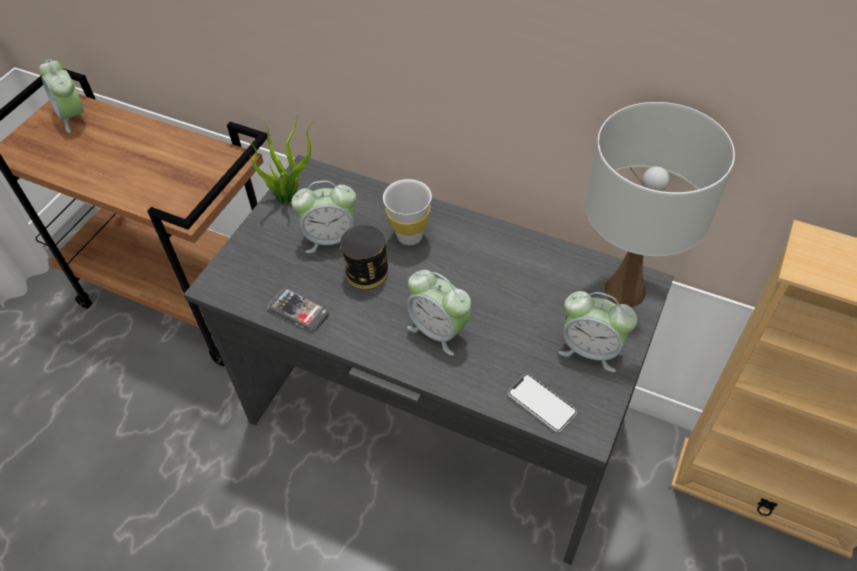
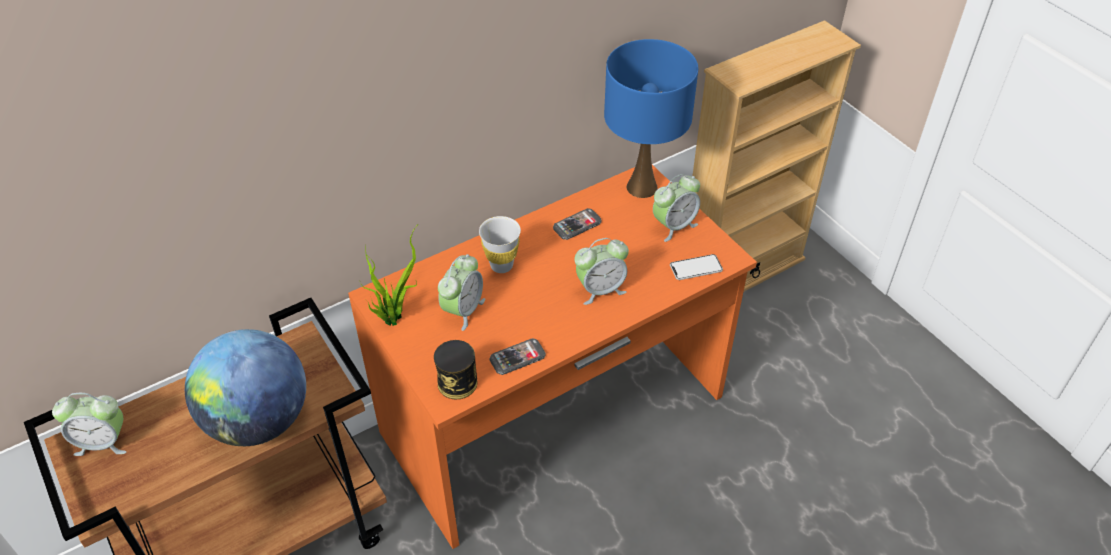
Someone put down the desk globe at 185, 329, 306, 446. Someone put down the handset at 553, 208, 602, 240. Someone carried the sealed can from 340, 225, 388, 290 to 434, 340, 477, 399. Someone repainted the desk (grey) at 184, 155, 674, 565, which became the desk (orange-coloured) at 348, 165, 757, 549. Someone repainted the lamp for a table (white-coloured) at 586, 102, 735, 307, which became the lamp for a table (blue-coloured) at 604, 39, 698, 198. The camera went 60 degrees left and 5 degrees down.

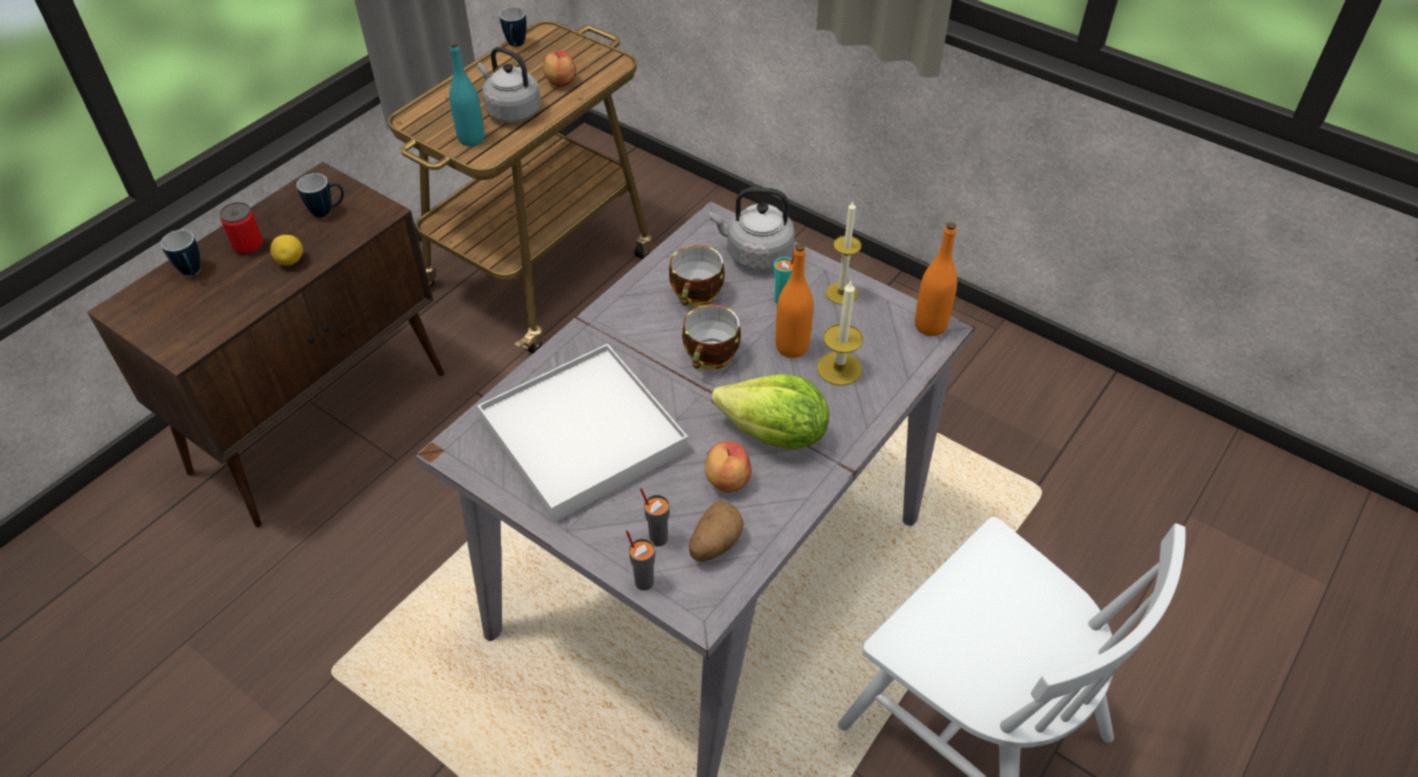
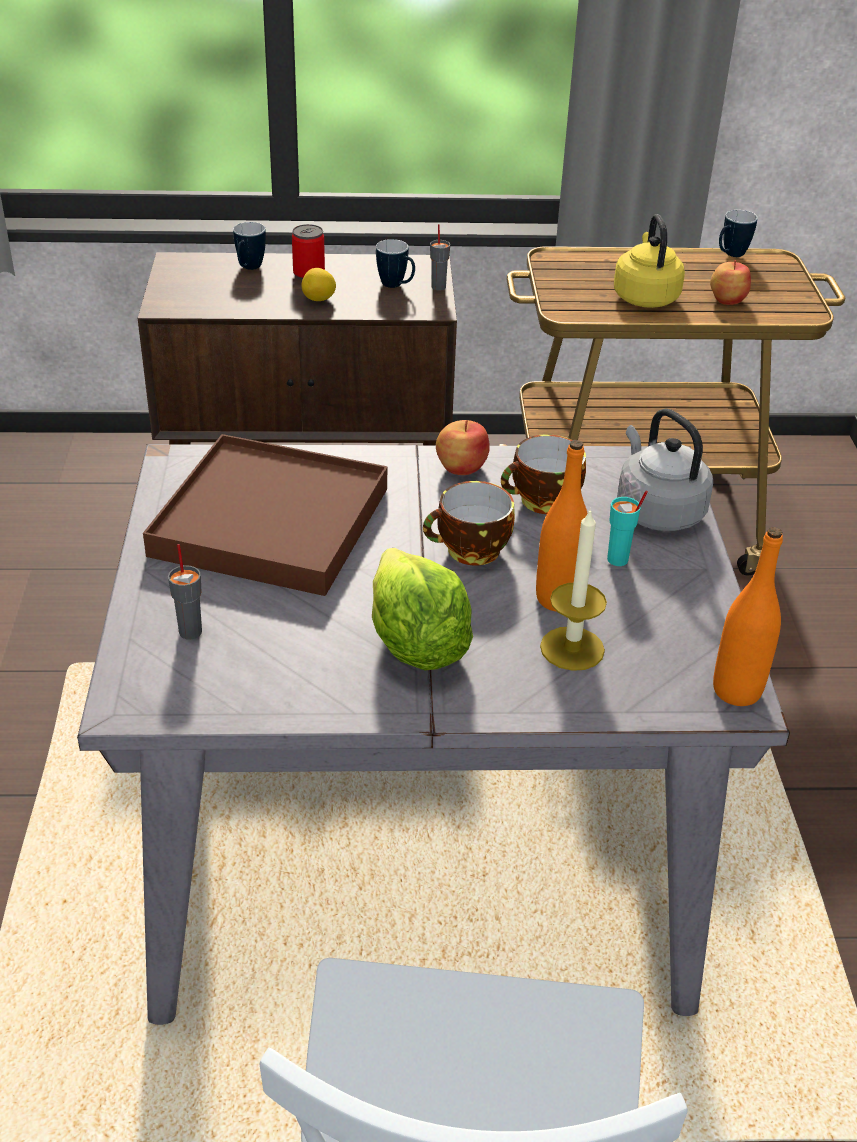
Someone took away the bottle (turquoise-coloured) at 449, 42, 484, 146. Someone took away the spud at 689, 501, 744, 562. Someone took away the candle at 826, 201, 862, 305. Someone carried the cup (grey) from 626, 530, 655, 591 to 430, 224, 450, 291. Someone carried the apple fruit from 705, 441, 752, 492 to 436, 420, 490, 475. Someone repainted the water kettle (grey) at 477, 47, 541, 123, which became the water kettle (yellowish) at 614, 214, 685, 308. Someone repainted the carrying tray (white-coloured) at 477, 344, 688, 522, which became the carrying tray (brownish) at 143, 434, 387, 596. The camera went 50 degrees right and 10 degrees down.

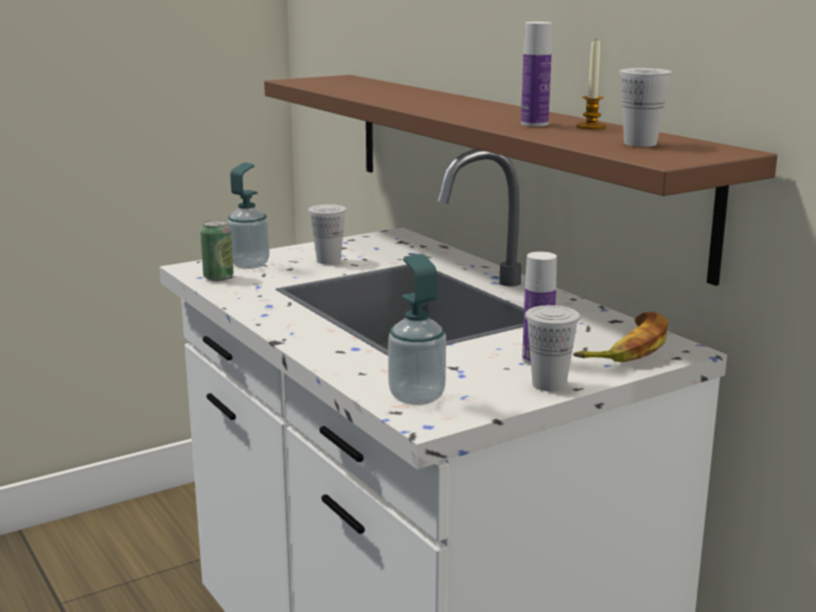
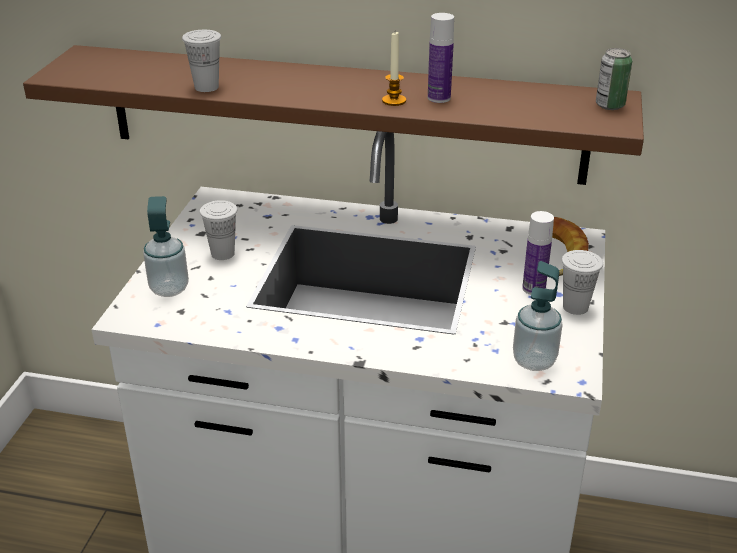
Someone carried the sealed can from 200, 220, 234, 281 to 596, 48, 632, 110. Someone carried the candle from 577, 41, 606, 130 to 382, 32, 406, 106. Someone carried the cup (white-coloured) from 619, 68, 672, 147 to 182, 30, 221, 92. The camera went 45 degrees left and 15 degrees up.

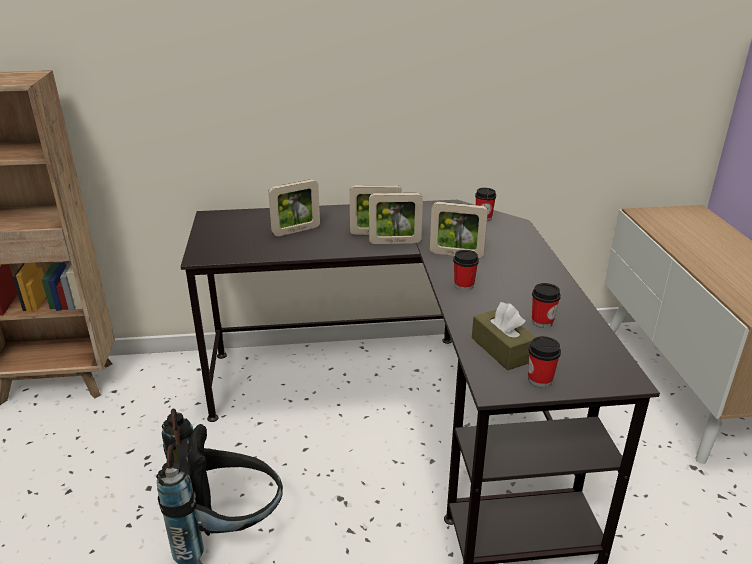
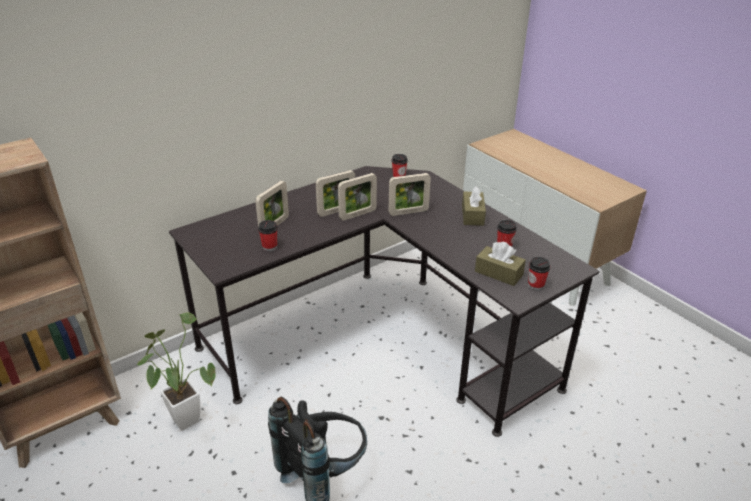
Someone put down the potted plant at 137, 312, 216, 431. Someone put down the tissue box (brownish) at 462, 186, 486, 226. Someone carried the cup from 453, 250, 479, 291 to 258, 220, 278, 251. The camera went 30 degrees left and 5 degrees up.

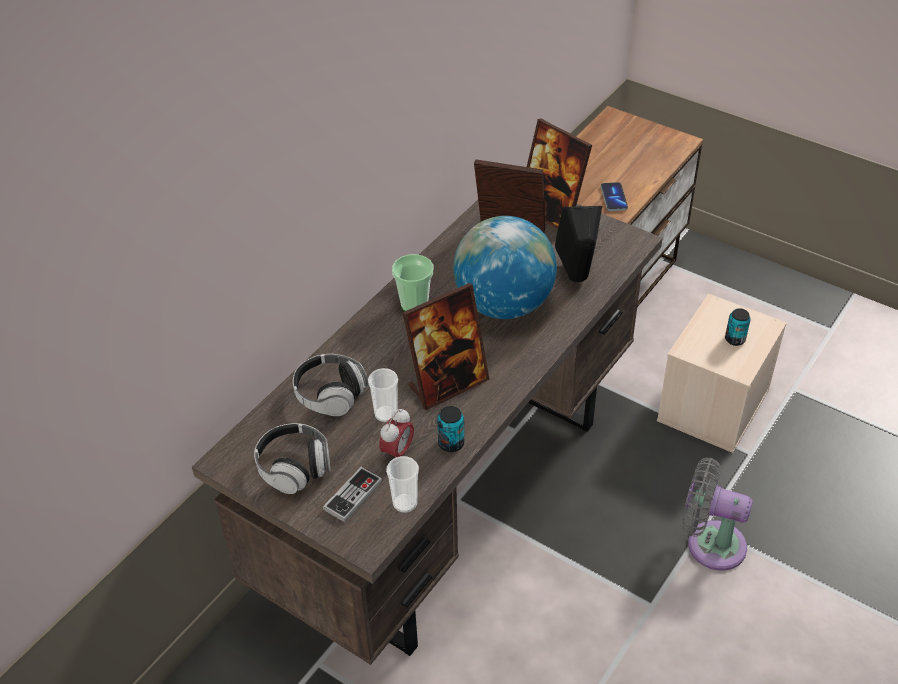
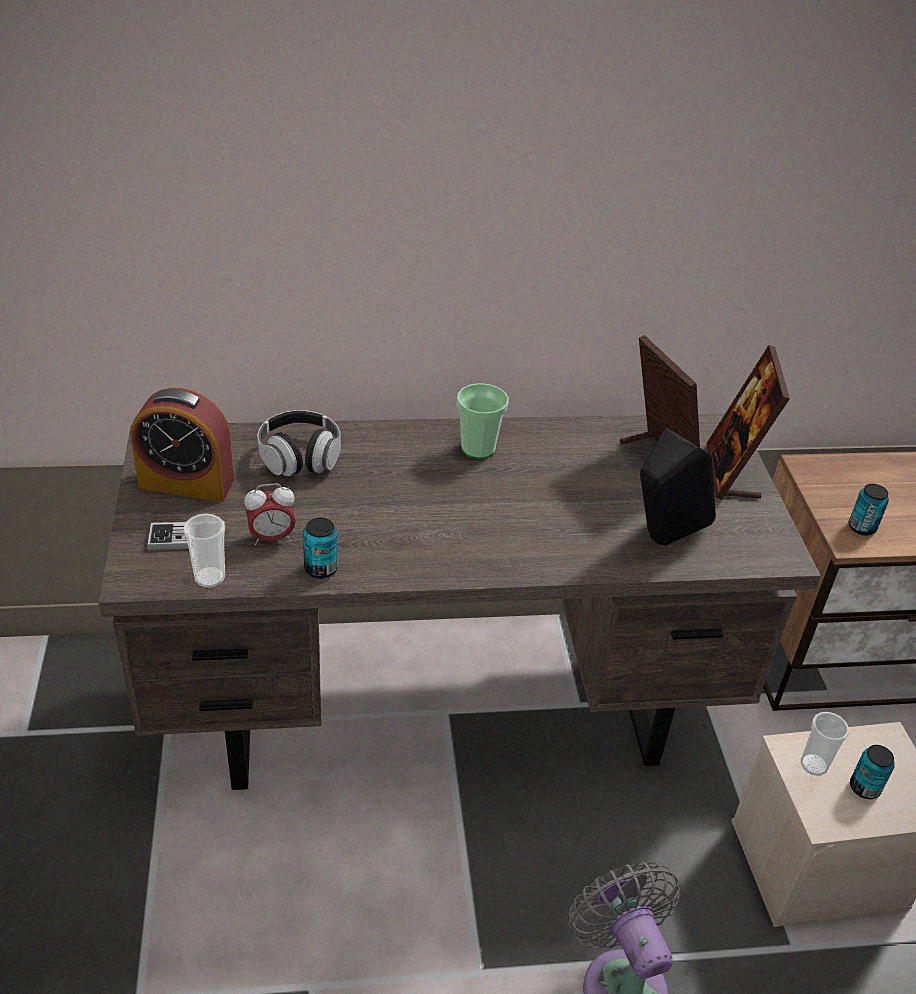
Someone took away the photo frame at 402, 283, 490, 410. Someone took away the desk globe at 453, 216, 557, 319. Someone carried the cup from 368, 368, 398, 422 to 801, 712, 849, 776. Someone swapped the headphones at 254, 423, 330, 494 for the bedside clock at 131, 387, 234, 502. Someone swapped the handset at 601, 182, 628, 211 for the sealed can at 849, 484, 889, 536. The camera went 45 degrees right and 5 degrees down.

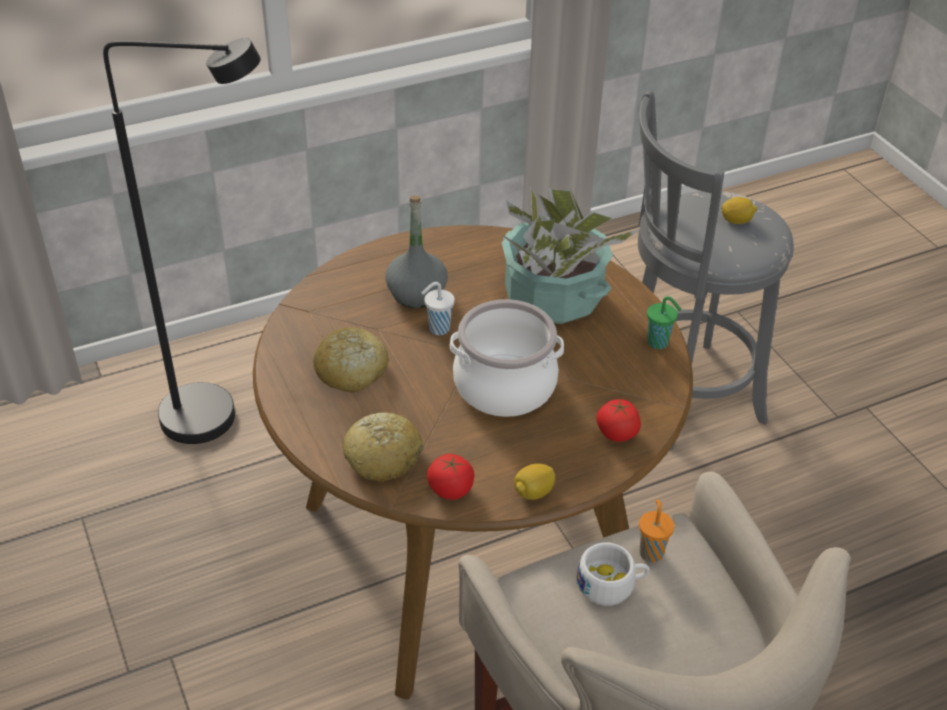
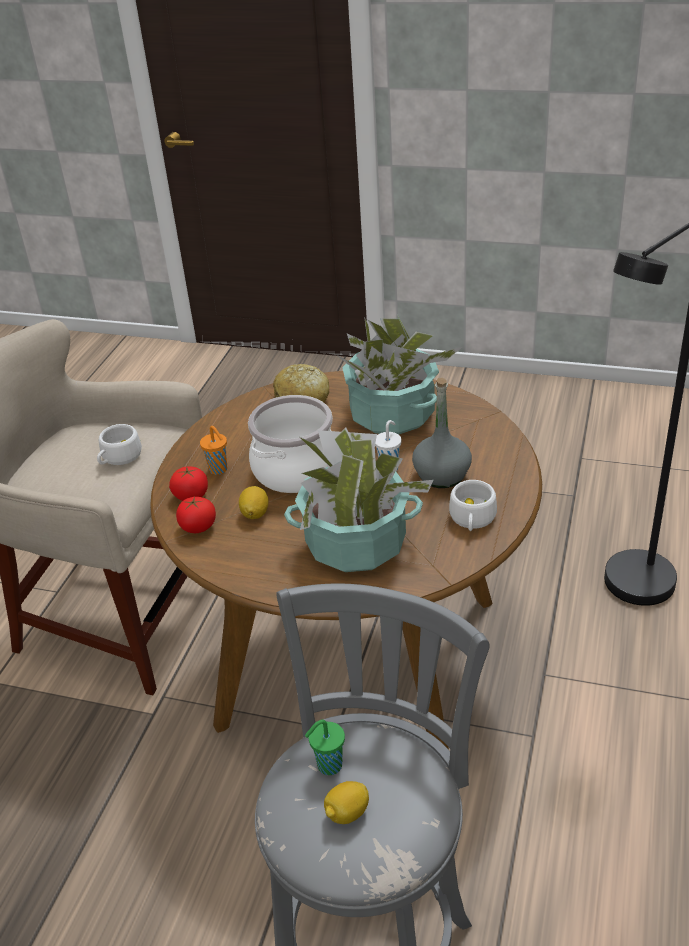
Someone put down the cup (white-coloured) at 449, 480, 497, 531. Someone carried the whole tomato from 427, 454, 475, 500 to 176, 497, 216, 533. Someone carried the whole lemon from 514, 463, 555, 500 to 239, 486, 268, 519. Someone carried the cup (orange-coloured) from 639, 500, 674, 562 to 200, 426, 227, 475. Someone carried the cup (green) from 647, 296, 682, 349 to 305, 720, 345, 775. Someone swapped the baked bread at 313, 327, 389, 392 for the potted plant at 338, 315, 462, 435. The camera went 135 degrees right and 5 degrees down.

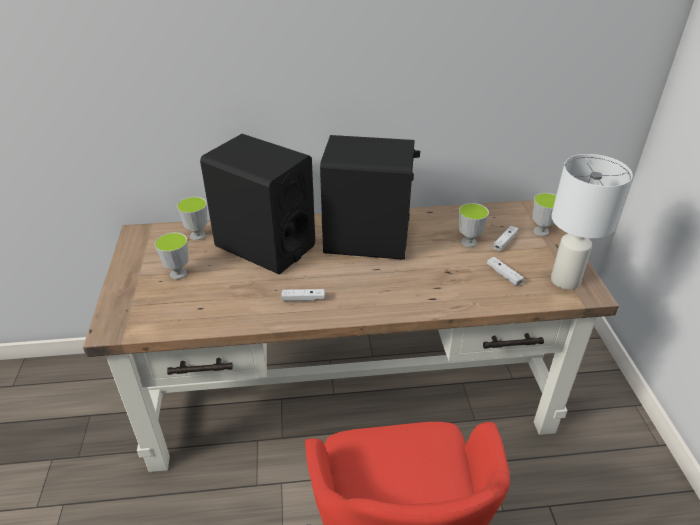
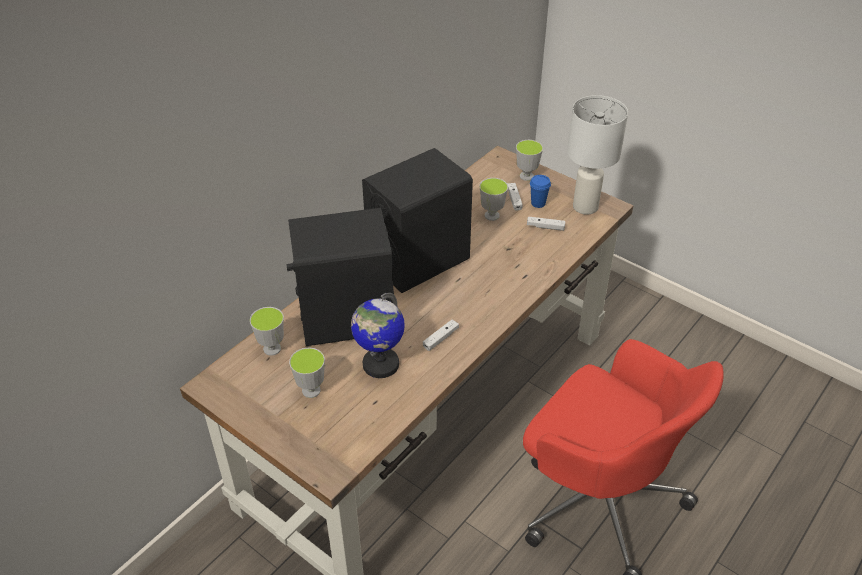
Someone put down the desk globe at 351, 293, 405, 378. Someone put down the cup (blue-coloured) at 530, 175, 551, 208. The camera went 45 degrees left and 5 degrees up.

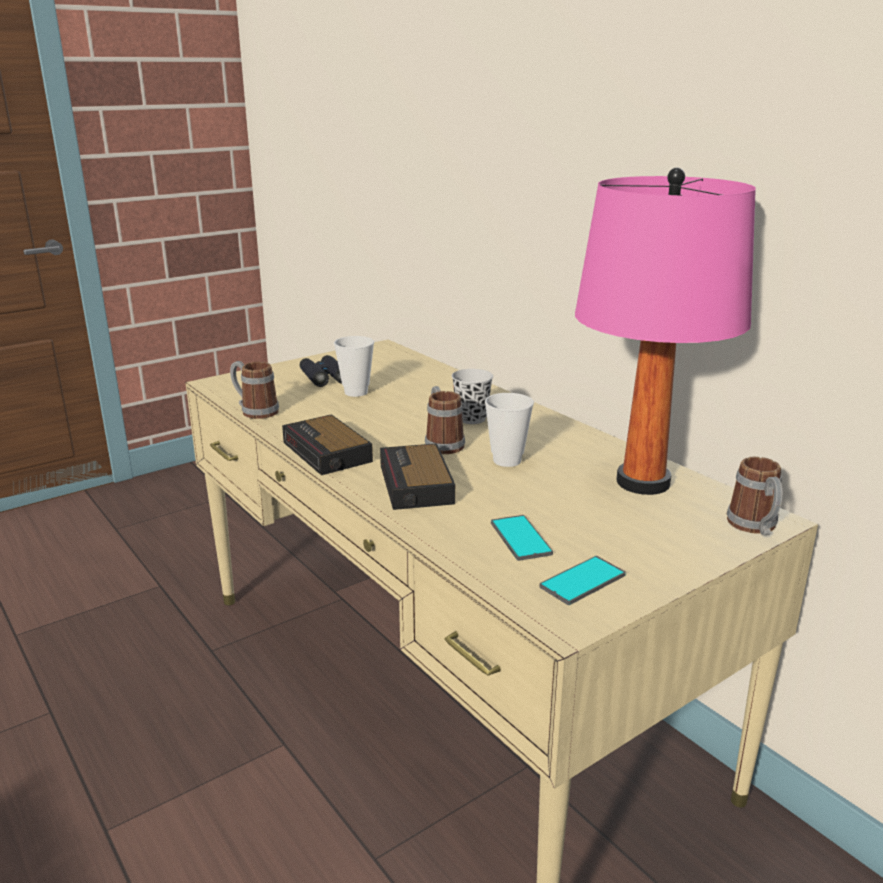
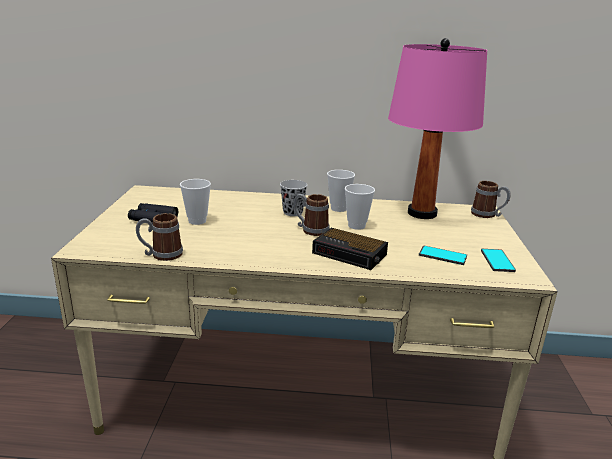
Someone took away the bedside clock at 282, 414, 373, 475. Someone put down the cup at 327, 170, 355, 212. The camera went 50 degrees left and 0 degrees up.

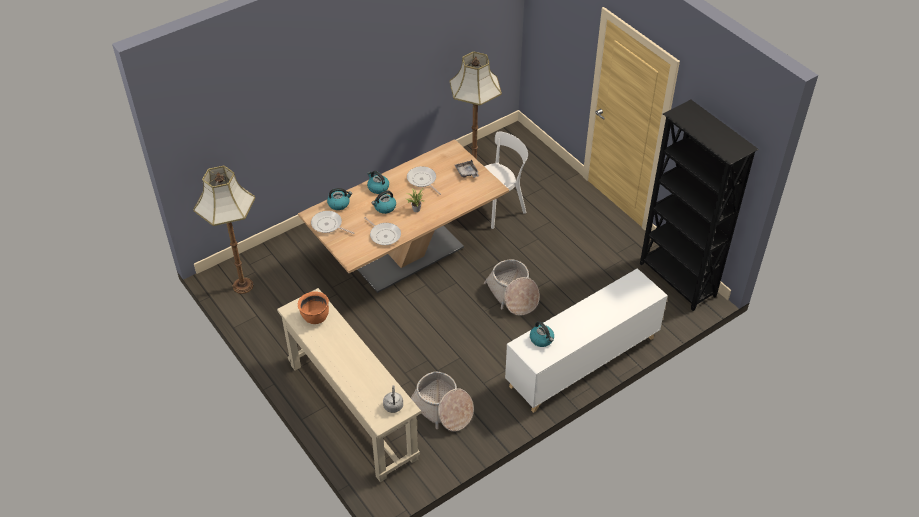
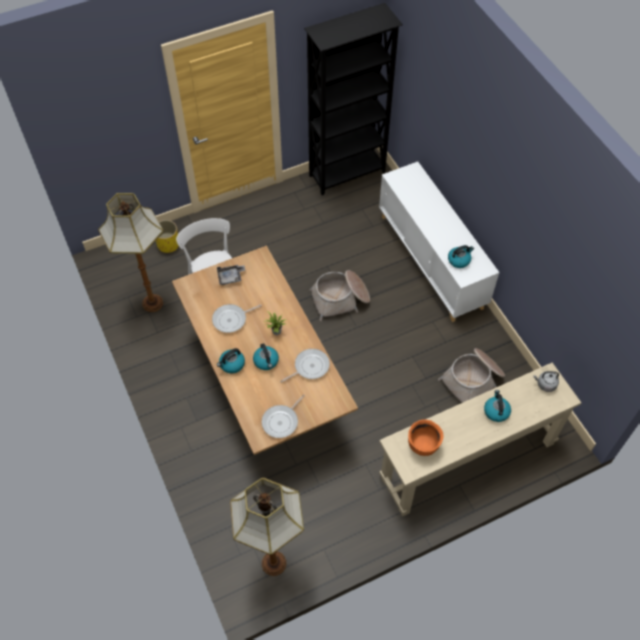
Someone put down the flower pot (yellowish) at 156, 220, 179, 253. Someone carried the water kettle from 327, 188, 352, 210 to 484, 390, 511, 422. The camera went 80 degrees left and 10 degrees up.

